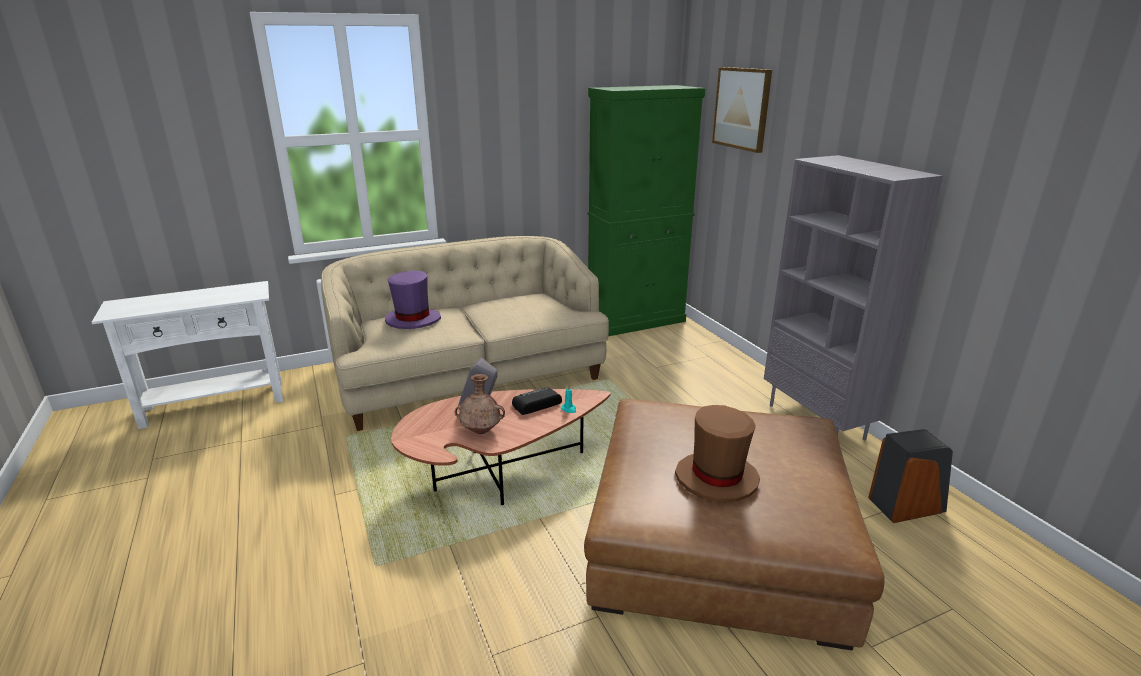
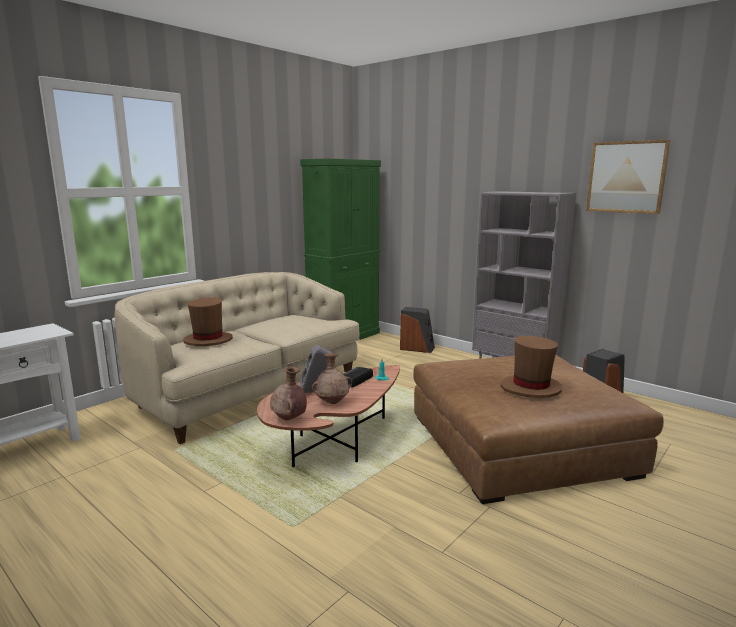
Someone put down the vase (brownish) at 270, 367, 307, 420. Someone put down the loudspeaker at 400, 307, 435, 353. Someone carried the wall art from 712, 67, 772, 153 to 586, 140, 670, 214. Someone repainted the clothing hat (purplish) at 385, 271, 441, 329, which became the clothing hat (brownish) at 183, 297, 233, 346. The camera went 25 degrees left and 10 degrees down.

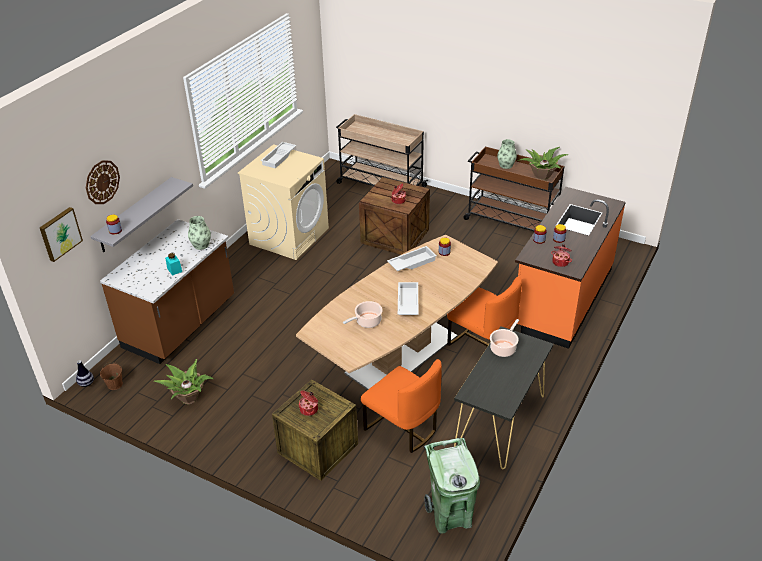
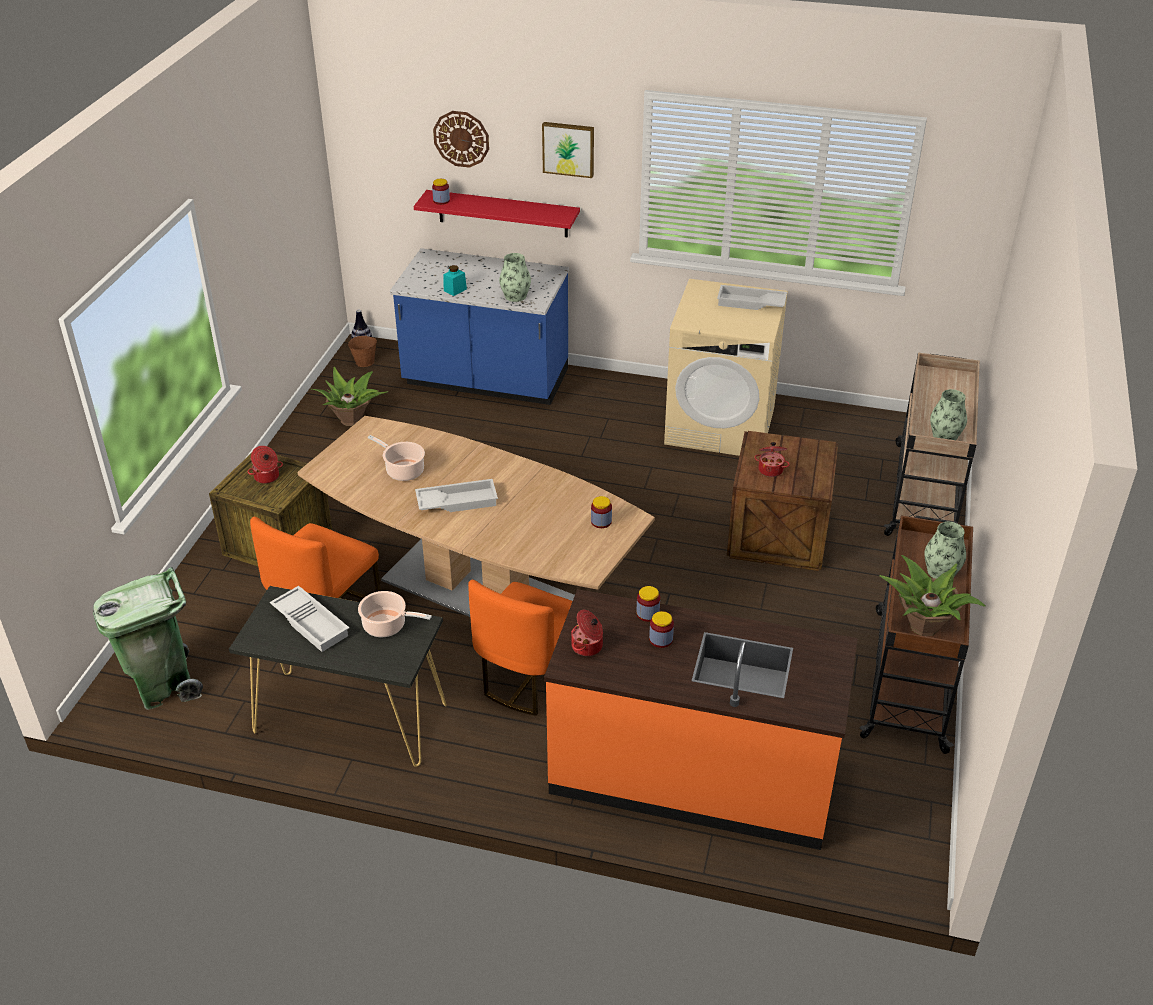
Someone put down the vase at 930, 389, 967, 440. Someone carried the wall art from 40, 207, 83, 262 to 542, 122, 594, 178. Someone carried the carrying tray (white-coloured) from 387, 246, 437, 271 to 270, 586, 350, 652. Someone repainted the bracket shelf (grey) at 90, 177, 193, 252, which became the bracket shelf (red) at 414, 190, 580, 238. Someone repainted the counter (brownish) at 100, 219, 234, 364, which became the counter (blue-coloured) at 390, 248, 569, 405. The camera went 75 degrees right and 0 degrees up.

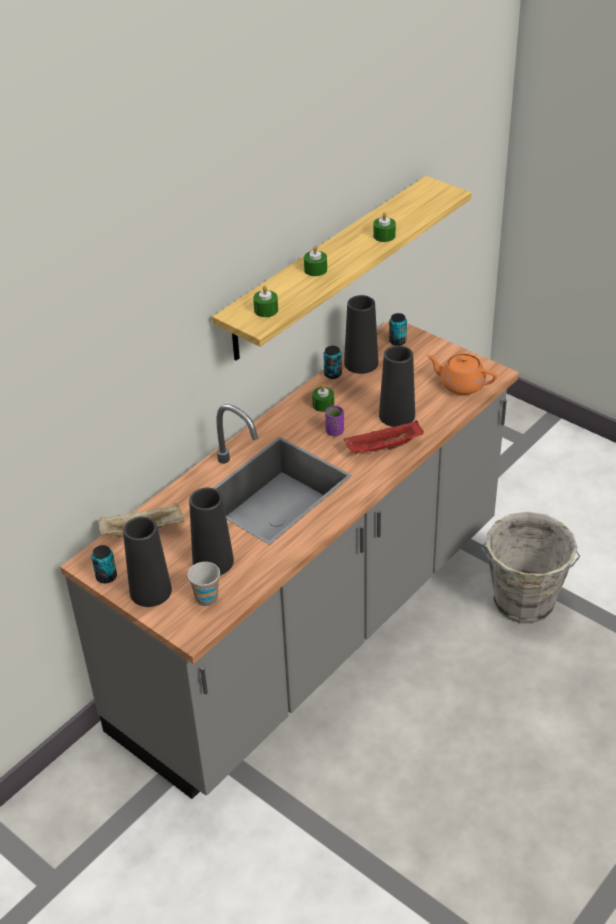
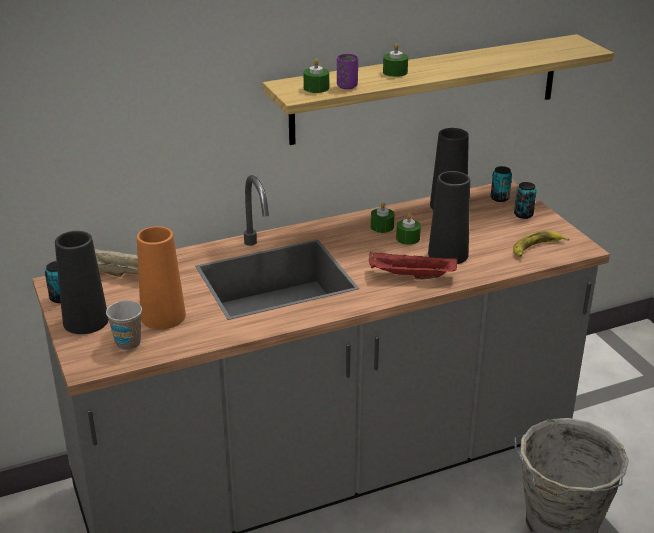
Someone carried the sealed can from 324, 346, 342, 379 to 514, 182, 537, 219. Someone carried the cup (purplish) from 325, 405, 344, 436 to 337, 54, 358, 89. Someone carried the candle (green) from 373, 212, 396, 242 to 396, 213, 421, 245. Someone swapped the teapot (orange-coloured) at 427, 354, 497, 395 for the banana fruit at 513, 231, 569, 257. Someone repainted the vase (blackish) at 189, 488, 234, 575, which became the vase (orange-coloured) at 137, 226, 186, 329. The camera went 25 degrees right and 10 degrees down.

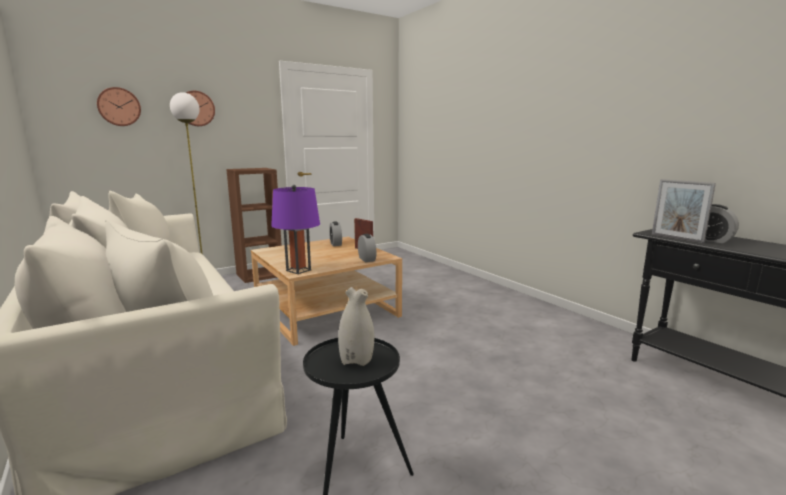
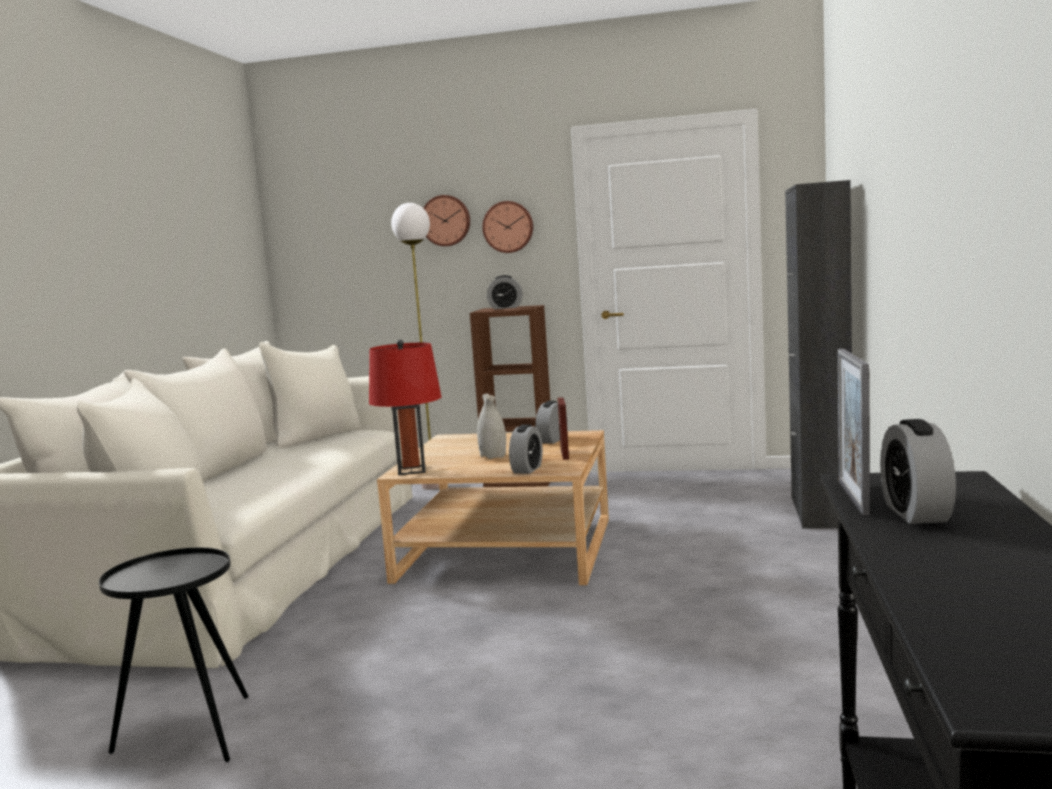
Someone put down the bedside clock at 487, 275, 523, 309. Someone put down the cupboard (blackish) at 785, 180, 852, 529. Someone carried the hanging clock from 97, 87, 141, 126 to 482, 201, 533, 253. Someone carried the vase (white-coloured) from 338, 287, 374, 366 to 477, 394, 506, 459. Someone repainted the lamp for a table (purplish) at 271, 185, 320, 274, which became the lamp for a table (red) at 369, 340, 442, 475. The camera went 45 degrees right and 5 degrees down.

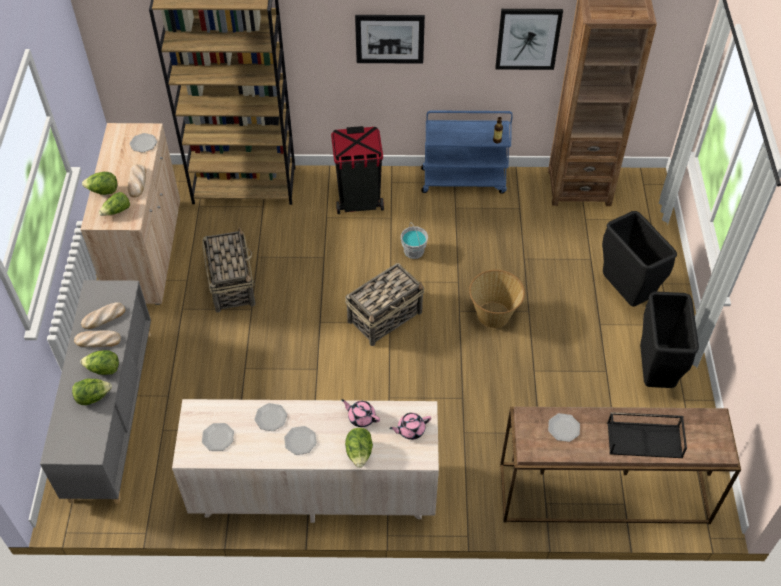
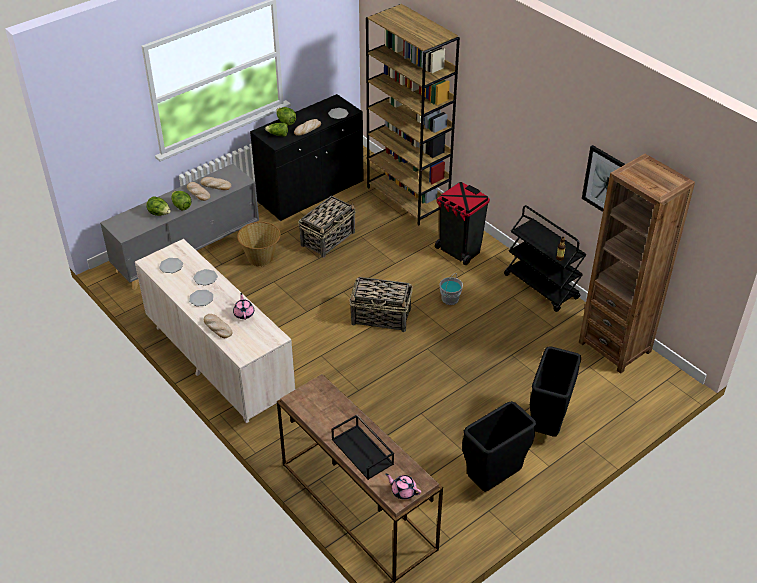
Someone took away the wall art at 355, 15, 425, 64. Someone took away the plate at 548, 413, 580, 442. Someone carried the teapot (pink-coloured) from 389, 413, 431, 440 to 386, 474, 421, 500. Someone carried the storage basket from 469, 270, 525, 328 to 237, 222, 281, 267. Someone swapped the lettuce head at 345, 428, 373, 468 for the baked bread at 204, 314, 233, 338. Someone repainted the cupboard (beige) at 80, 123, 180, 305, which became the cupboard (blackish) at 250, 94, 364, 221. Someone repainted the trolley (blue-coloured) at 421, 110, 513, 194, which became the trolley (blackish) at 504, 205, 586, 312. The camera went 50 degrees right and 10 degrees down.

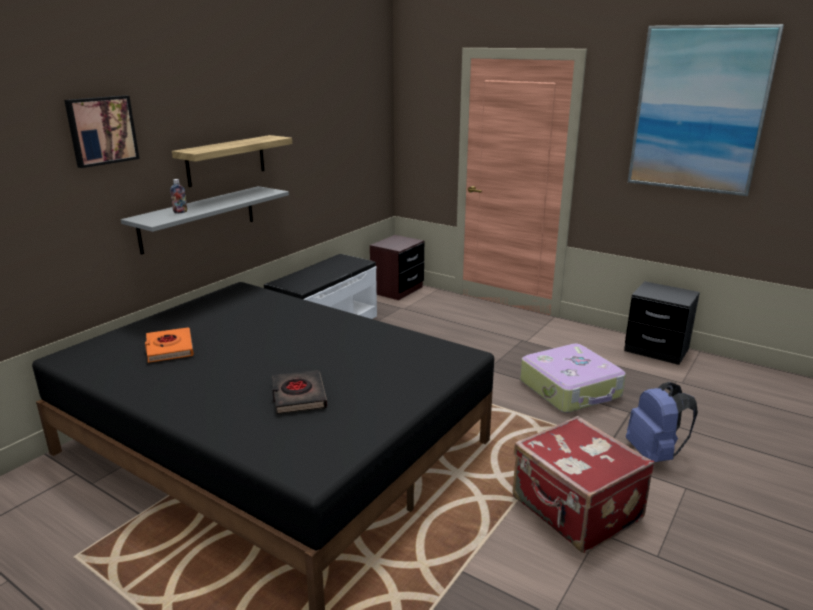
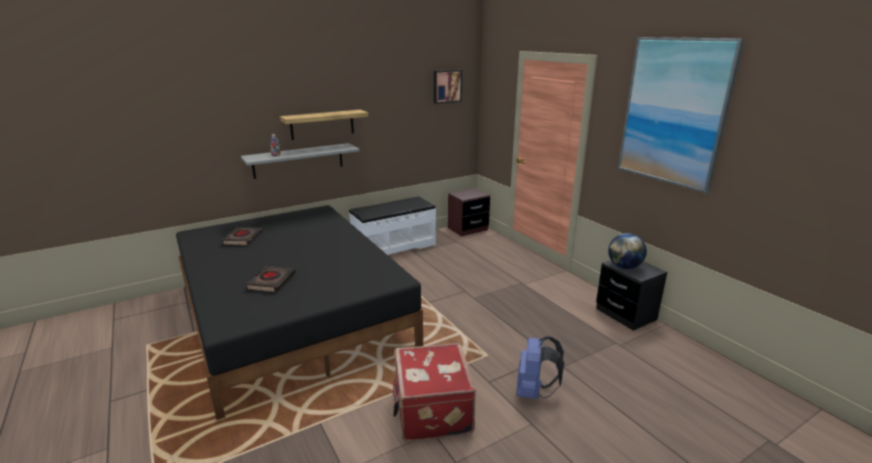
Someone took away the piece of luggage at 520, 344, 626, 413. Someone put down the desk globe at 608, 233, 647, 269. Someone carried the wall art from 64, 95, 139, 168 to 434, 70, 462, 104. Someone repainted the book (orange-coloured) at 145, 327, 194, 363, which became the book (blackish) at 222, 227, 263, 245. The camera went 25 degrees right and 0 degrees up.

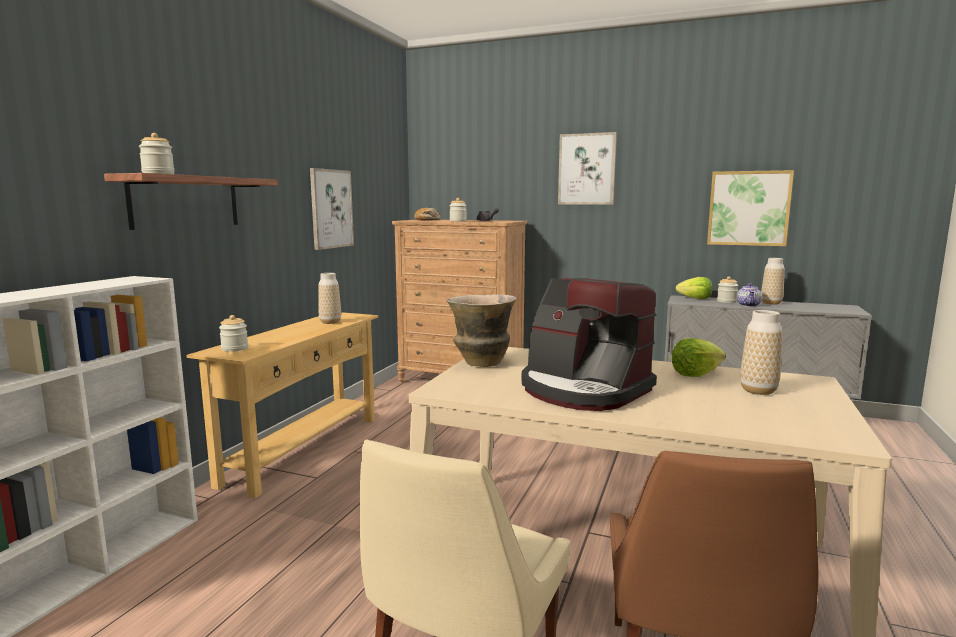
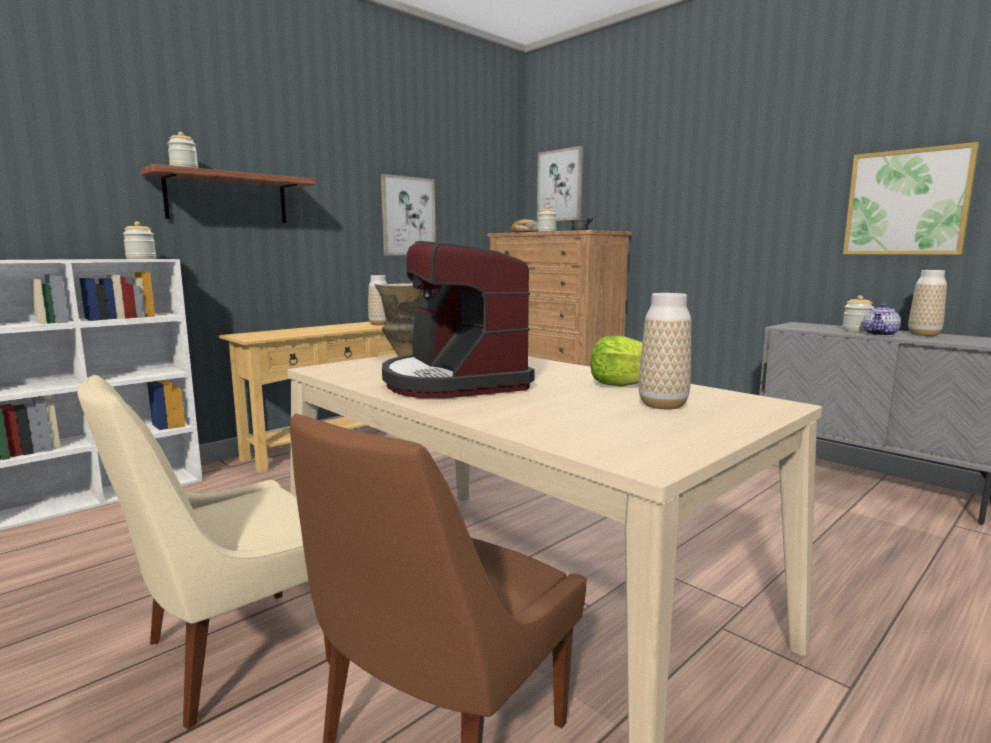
Someone took away the lettuce head at 676, 277, 712, 299. Someone carried the preserve jar from 219, 315, 248, 352 to 123, 221, 156, 259. Someone carried the wall art from 558, 132, 617, 205 to 537, 146, 583, 222. The camera went 25 degrees right and 0 degrees up.

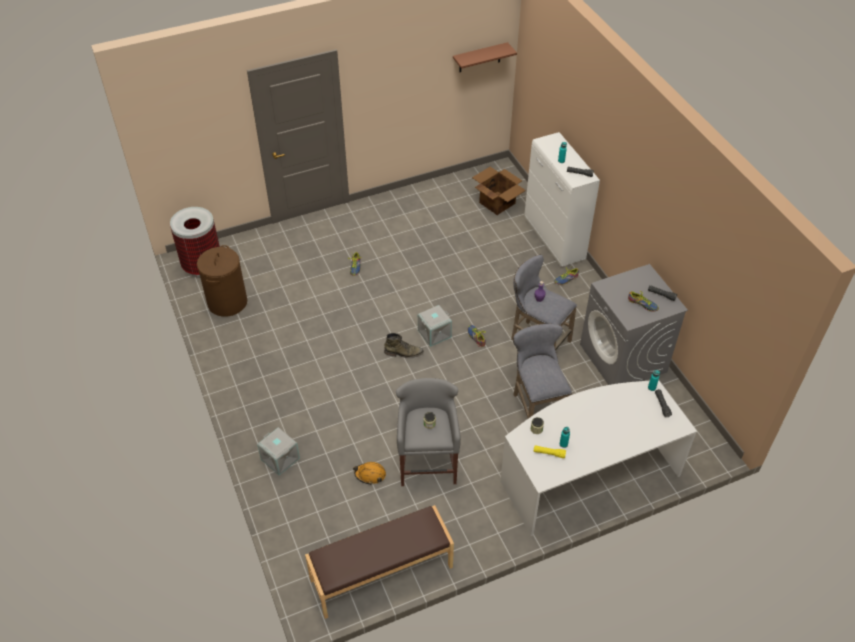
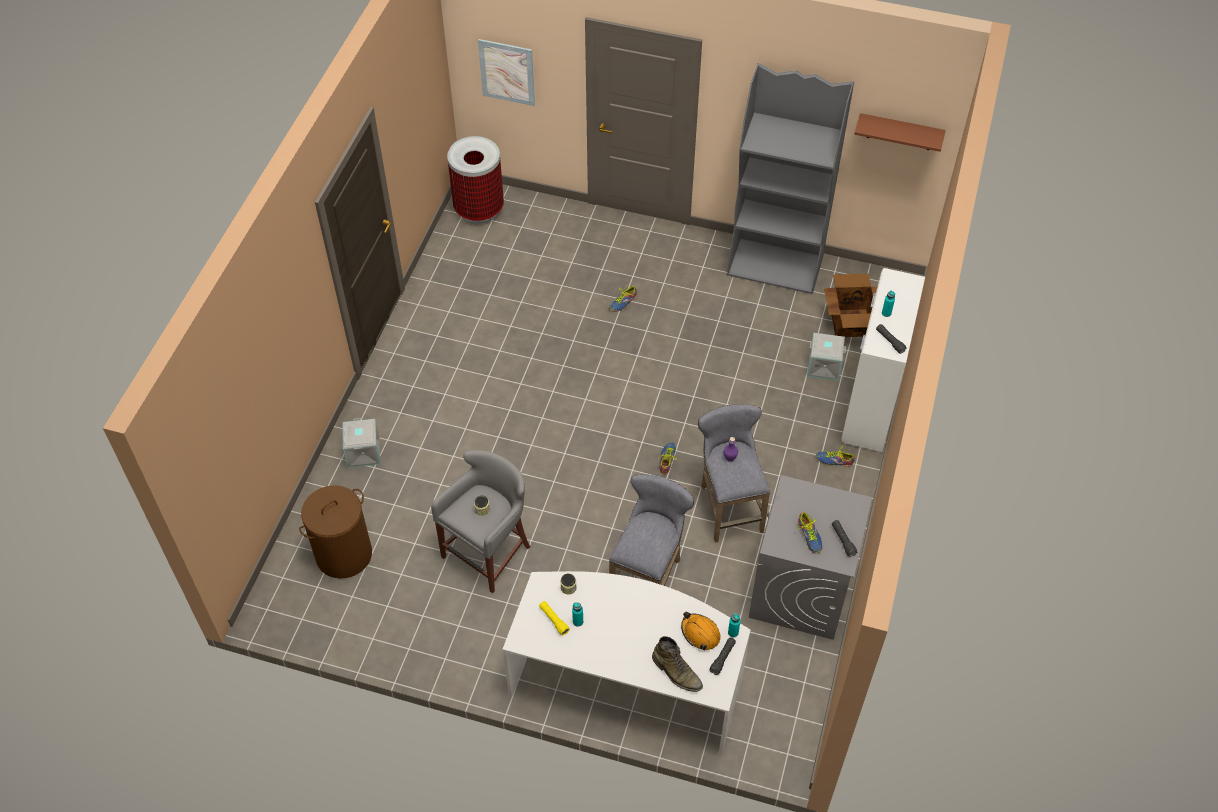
Someone took away the bench (brownish) at 305, 505, 454, 619. Someone put up the wall art at 478, 39, 535, 106. Someone put down the bookcase (grey) at 727, 63, 854, 294. Someone carried the laundry basket (brownish) from 197, 245, 247, 317 to 299, 485, 372, 579. Someone carried the work helmet (orange-coloured) from 353, 462, 386, 485 to 681, 612, 721, 650. Someone carried the boot (green) from 384, 333, 424, 358 to 652, 636, 703, 692. Someone carried the storage container (grey) from 418, 305, 452, 347 to 807, 333, 846, 380. The camera went 40 degrees right and 5 degrees up.

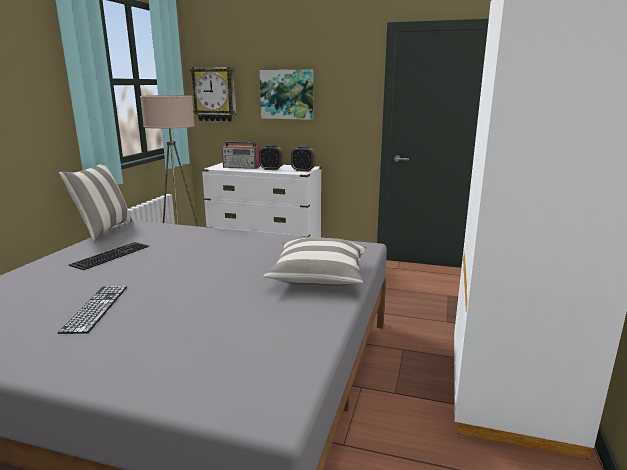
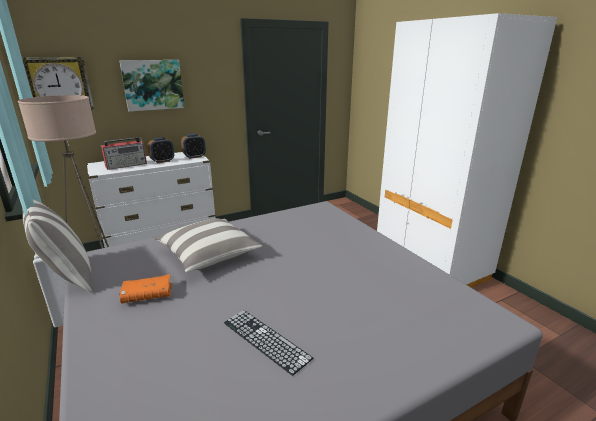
Someone carried the throw pillow from 264, 238, 366, 286 to 155, 219, 263, 273. Someone swapped the keyboard at 69, 242, 149, 270 for the book (orange-coloured) at 119, 274, 172, 304. The camera went 45 degrees left and 5 degrees up.

